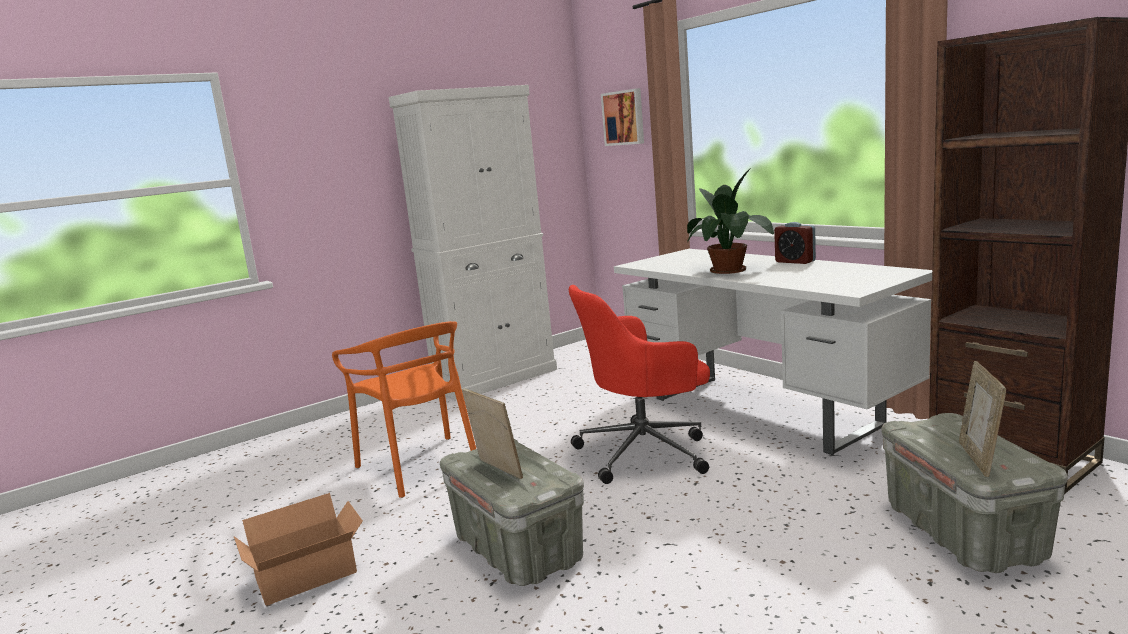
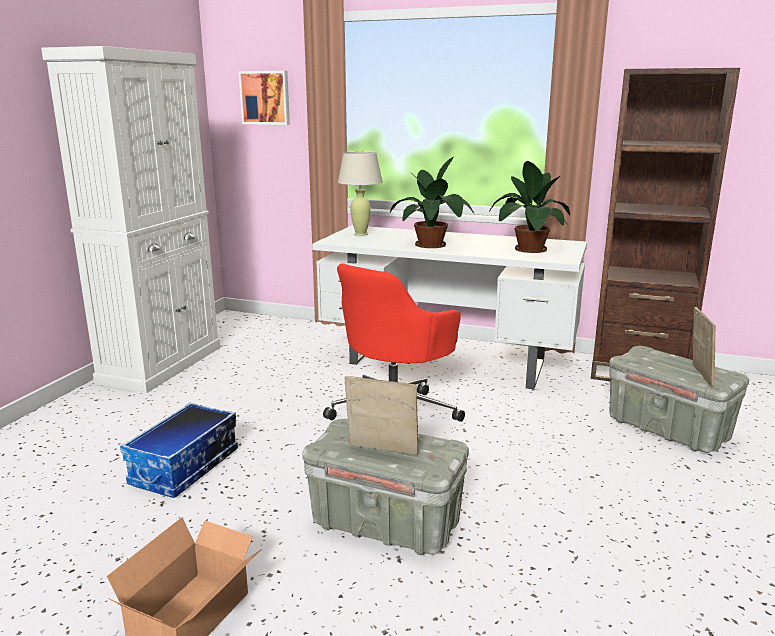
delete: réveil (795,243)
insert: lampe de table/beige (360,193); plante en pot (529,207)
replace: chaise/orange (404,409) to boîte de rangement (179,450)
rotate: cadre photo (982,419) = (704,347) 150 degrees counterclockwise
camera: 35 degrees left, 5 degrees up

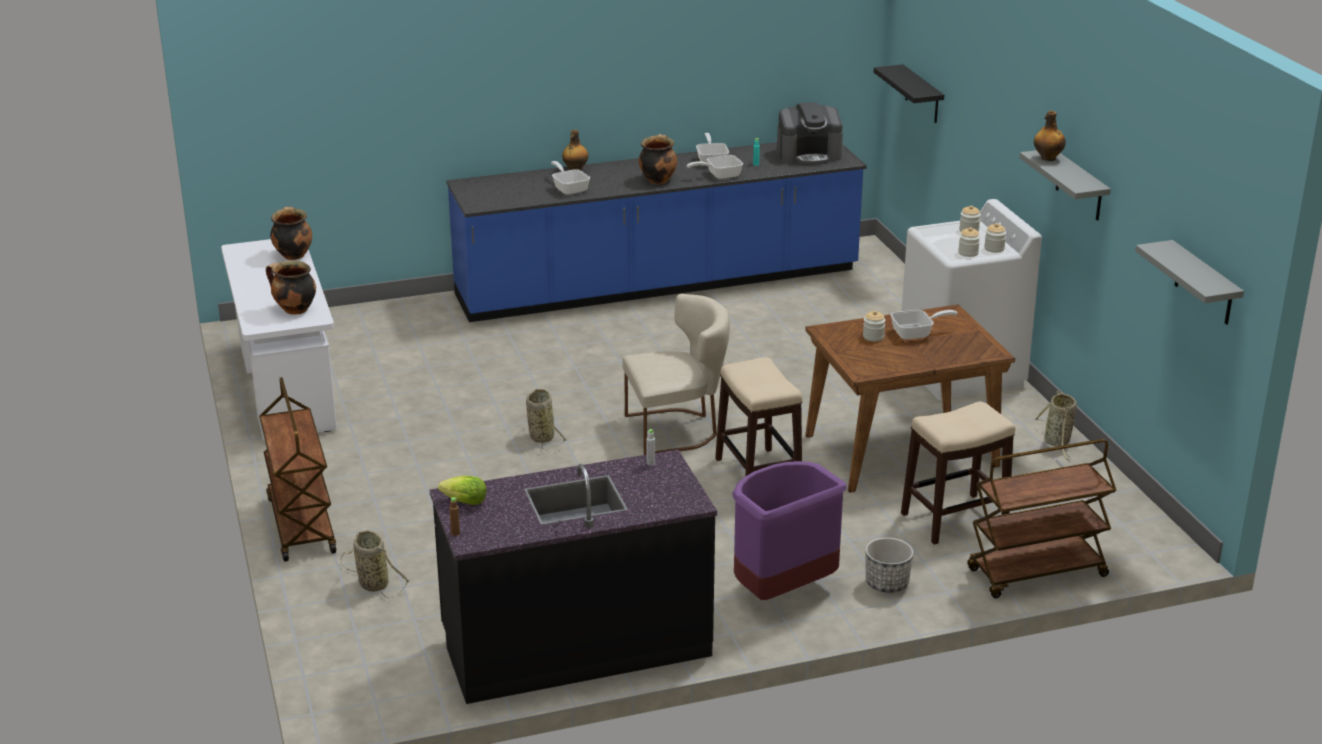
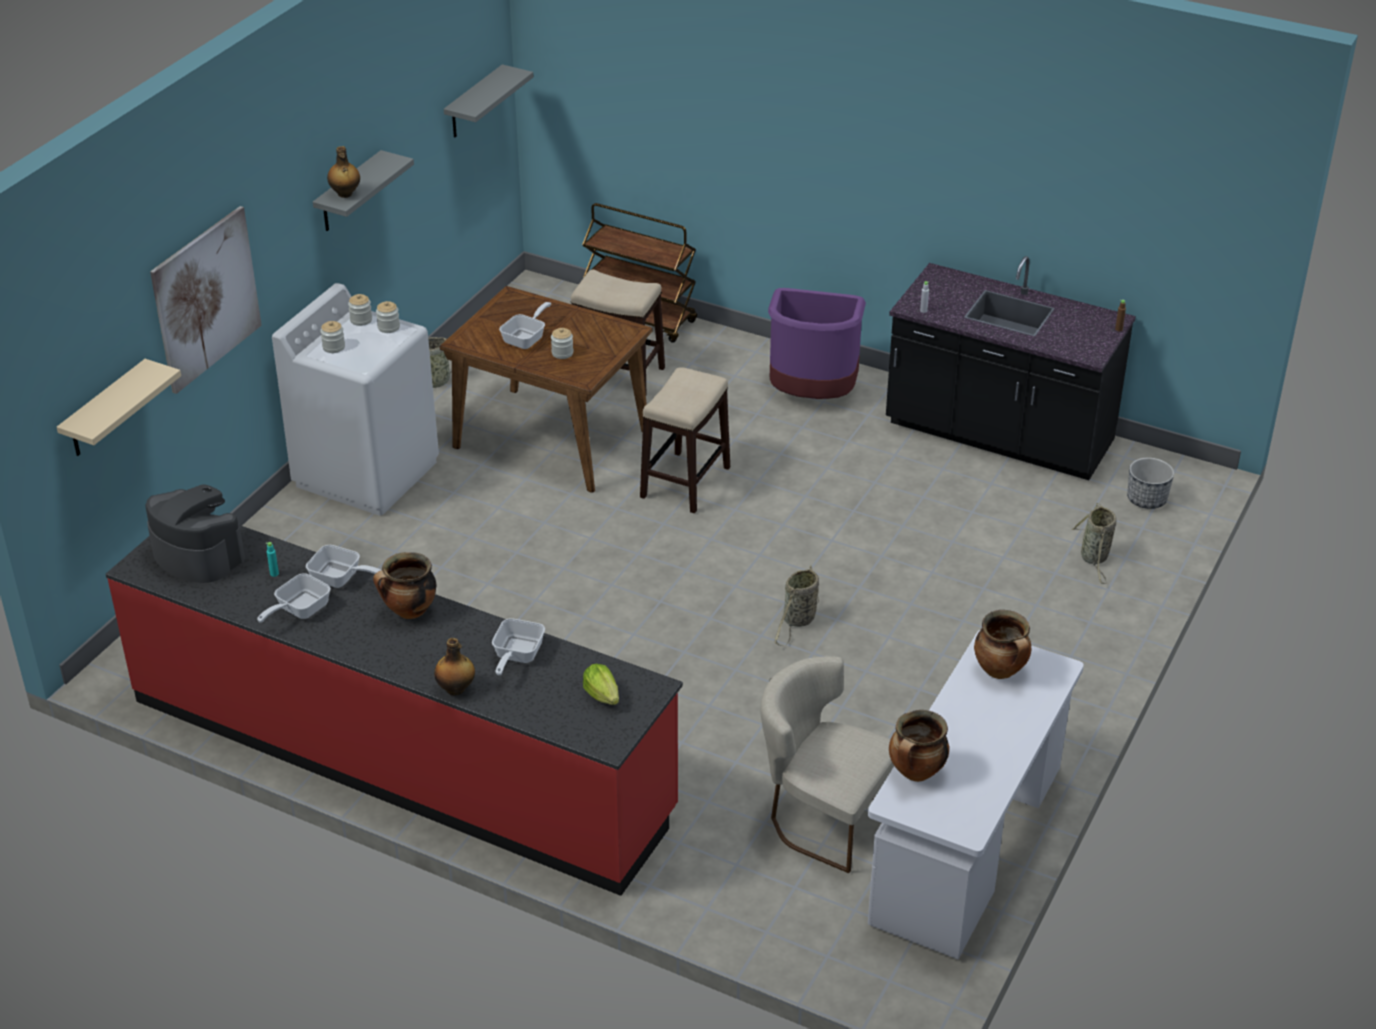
delete: chariot/marron (297,469)
insert: tableau (206,300)
move: chaise/beige (676,374) to (827,764); laitue (462,490) to (601,684); cache-pot (889,565) to (1150,483)
recolor: étagère/noir (909,93) to étagère/beige (119,407); comptoir de cuisine/bleu (656,232) to comptoir de cuisine/rouge (394,710)
rotate: poêle (924,325) = (525,325) 90 degrees clockwise
camera: 135 degrees left, 10 degrees up

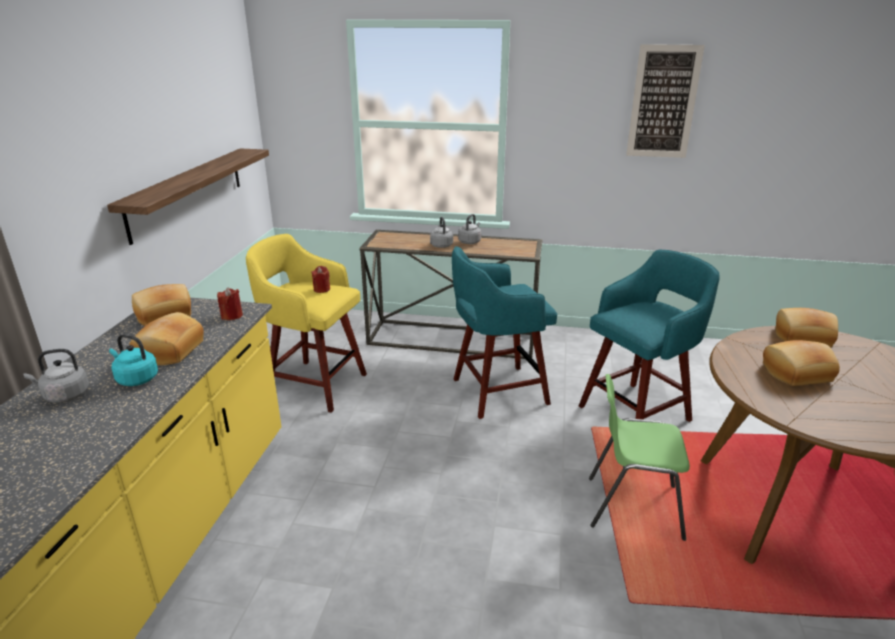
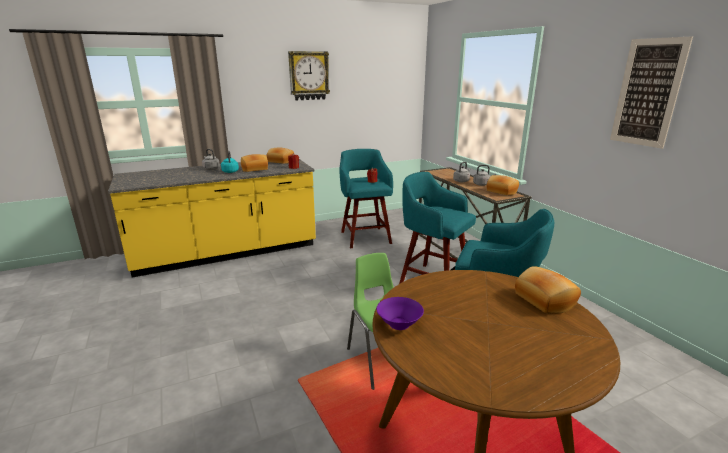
delete: étagère (188,197)
insert: horloge murale (309,75); bol/violet (400,313)
move: pain (801,363) to (502,185)
recolor: tabouret/jaune (306,323) to tabouret/turquoise (366,198)
camera: 55 degrees right, 5 degrees down

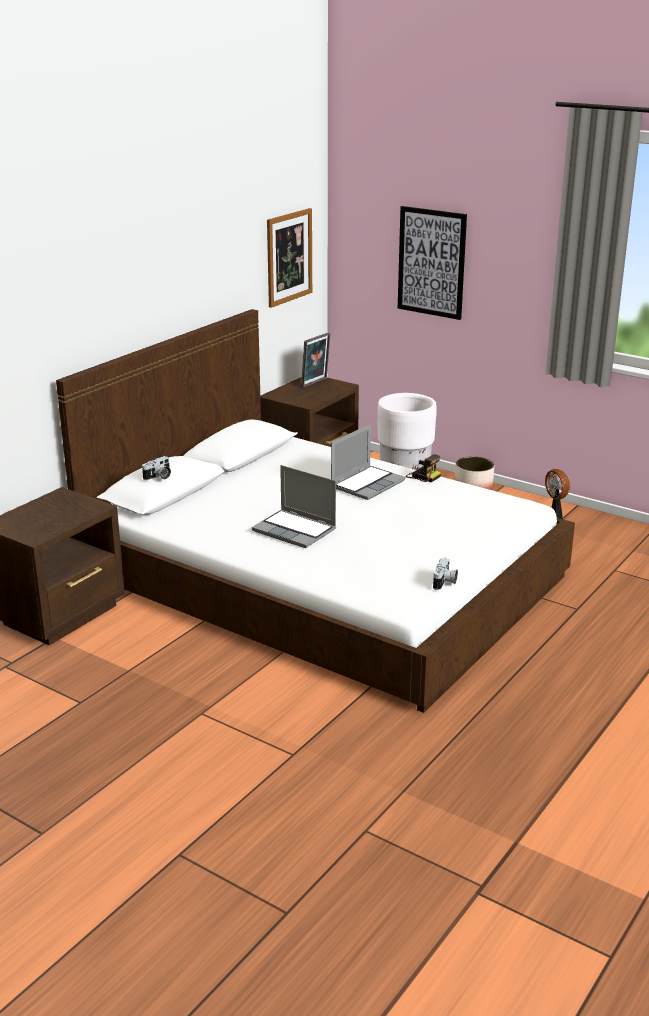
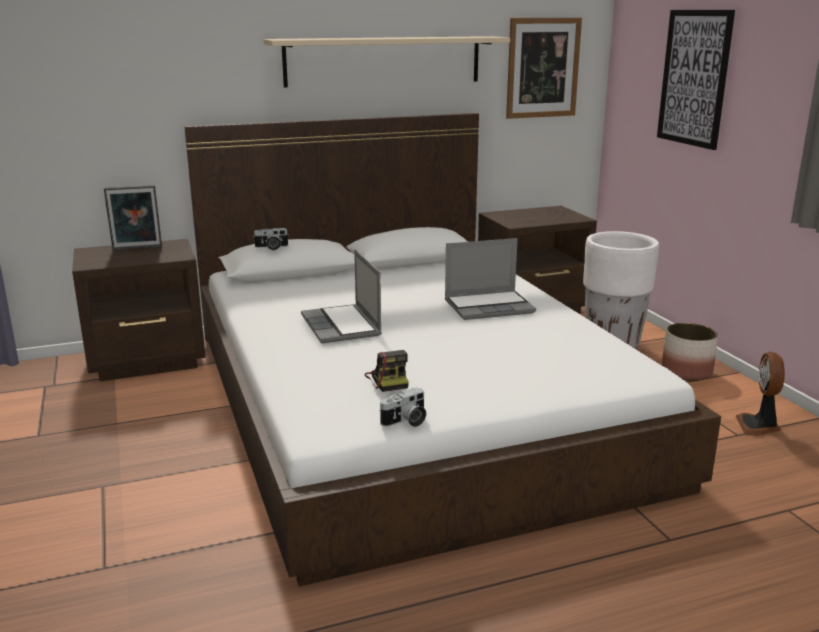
insert: étagère/beige (387,61)
move: cadre photo (315,360) to (133,217); appareil photo (423,468) to (387,371)
camera: 35 degrees right, 5 degrees down

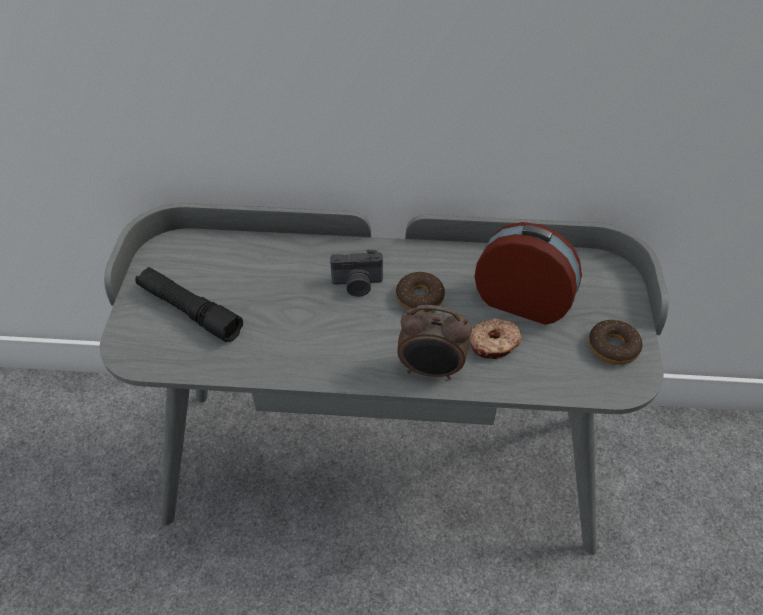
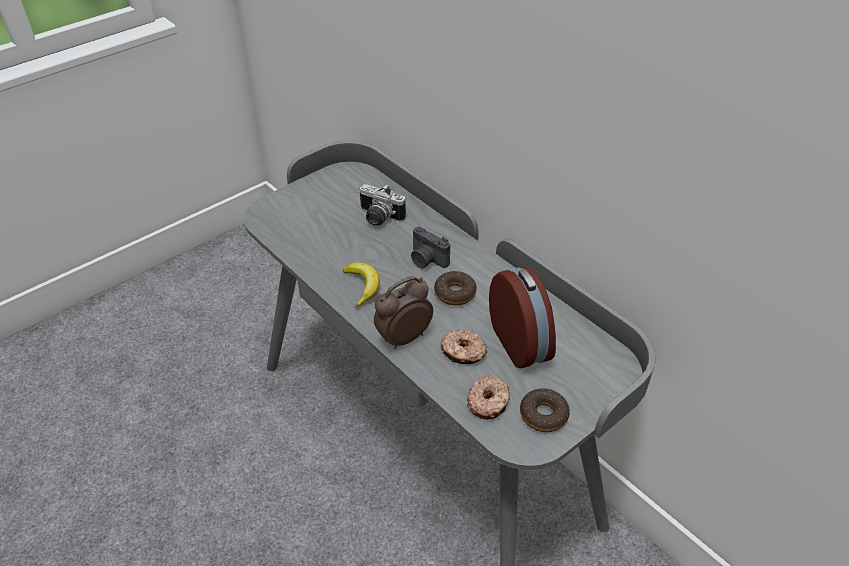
delete: lampe de poche/noir (189,304)
insert: appareil photo (382,205); banane (361,285); beignet (488,398)
rotate: réveil (434,342) = (403,312) 90 degrees clockwise
camera: 45 degrees right, 5 degrees down

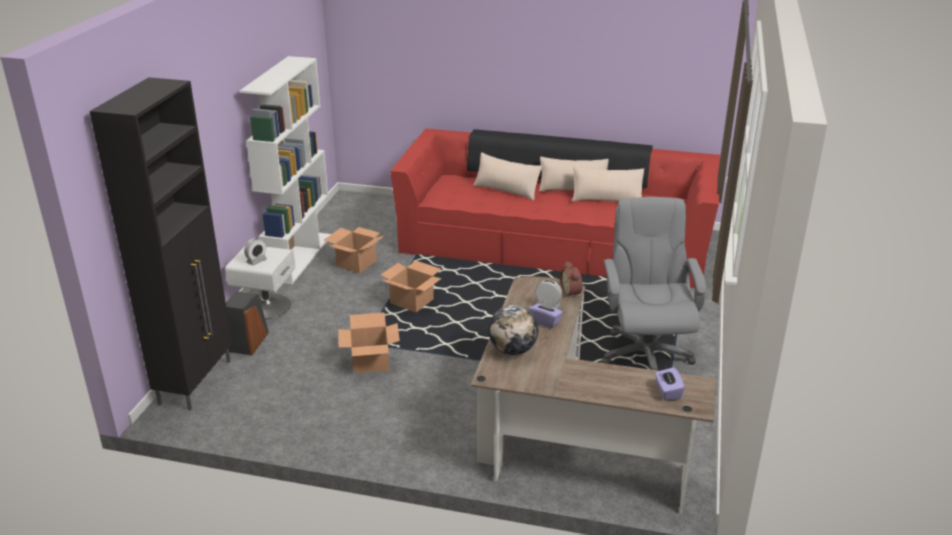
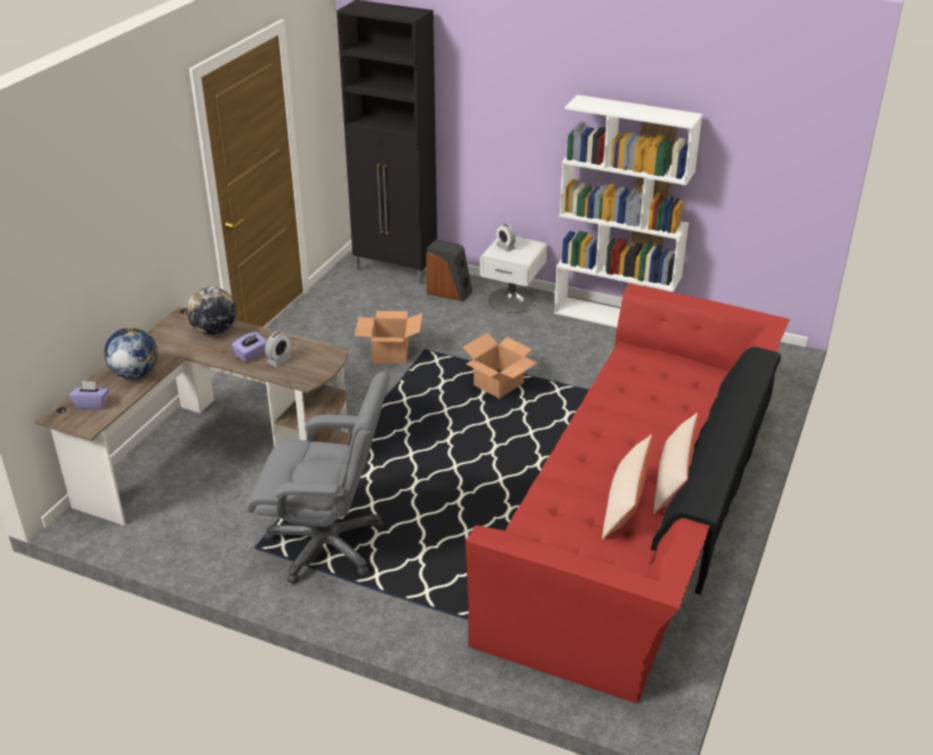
delete: coussin/beige (507,176); carton (354,250); réveil (571,279)
insert: globe (131,353)
camera: 100 degrees right, 5 degrees up

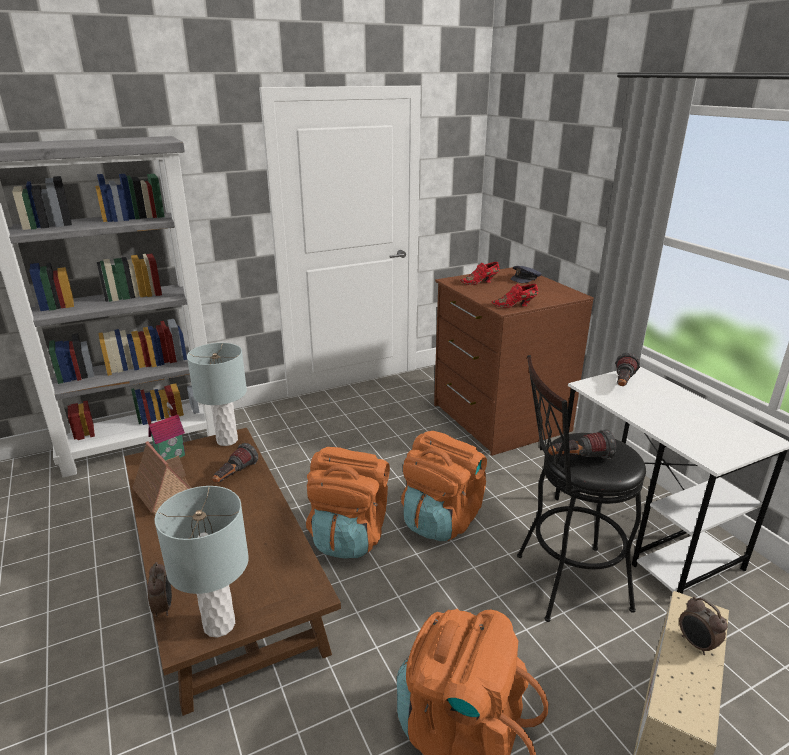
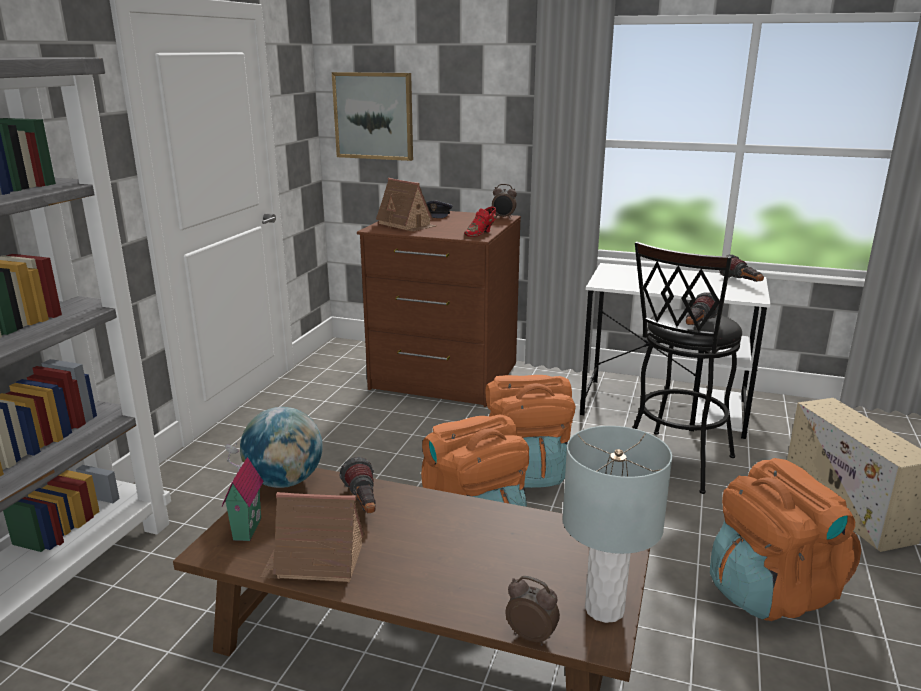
insert: tableau (372,116)
move: lampe de poche (627,369) to (741,268); réveil (703,625) to (504,201)
replace: chaussure/rouge (480,273) to maison miniature (406,205); lampe de table/gris (217,394) to globe (281,447)
camera: 45 degrees left, 5 degrees down

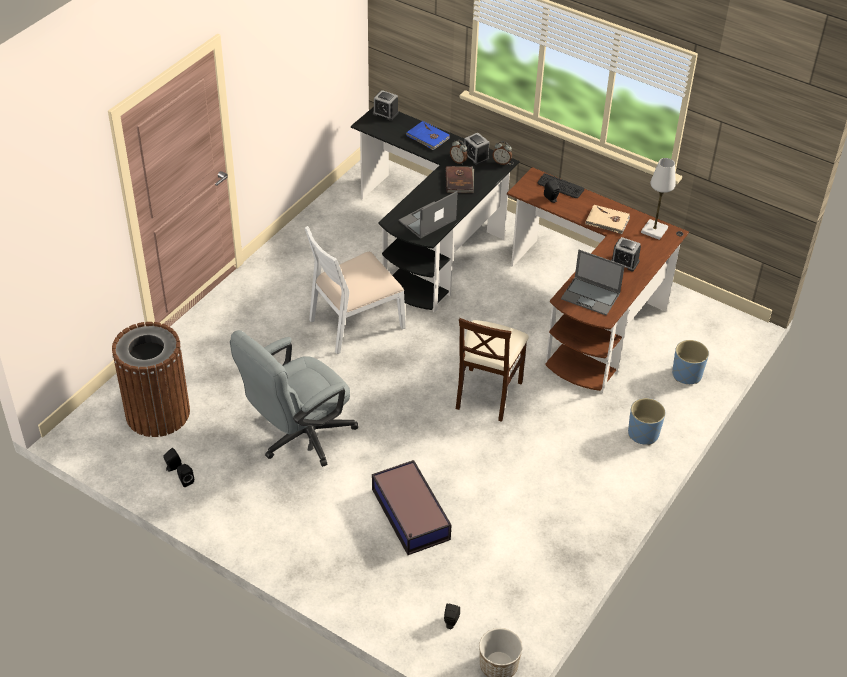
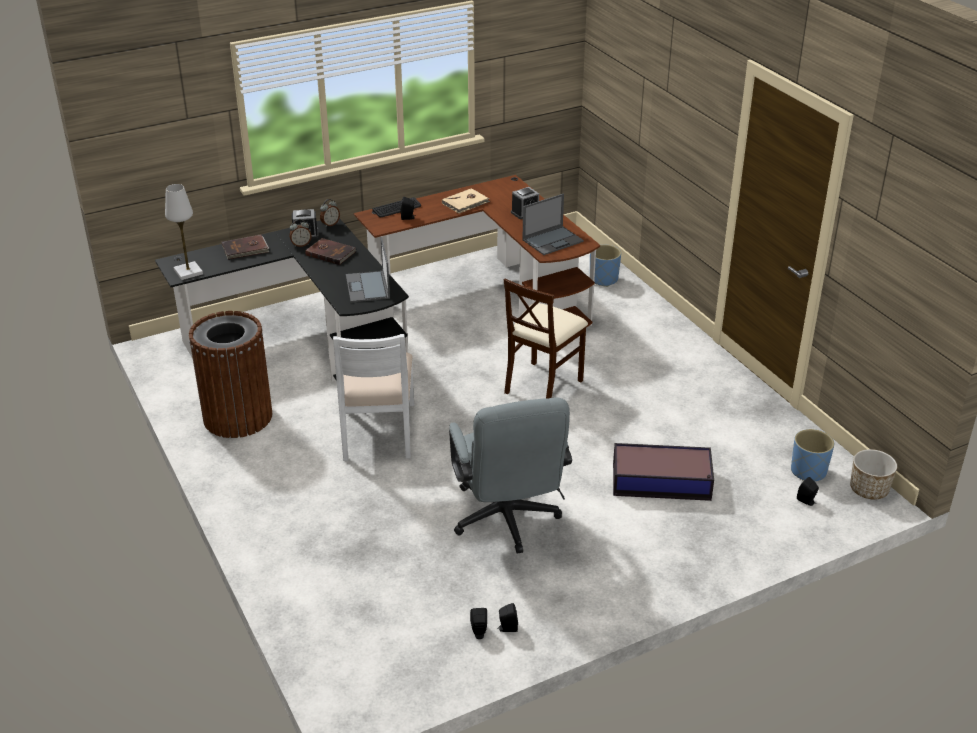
delete: réveil (386,105)
move: lampe de table/blanc (658,199) to (184,232); poubelle/marron (151,379) to (231,374); cache-pot/bleu (646,421) to (812,455)
recolor: livre/bleu (428,135) to livre/marron (245,247)
rotate: chaise/beige (492,370) = (546,338) 75 degrees clockwise
camera: 60 degrees left, 10 degrees down

